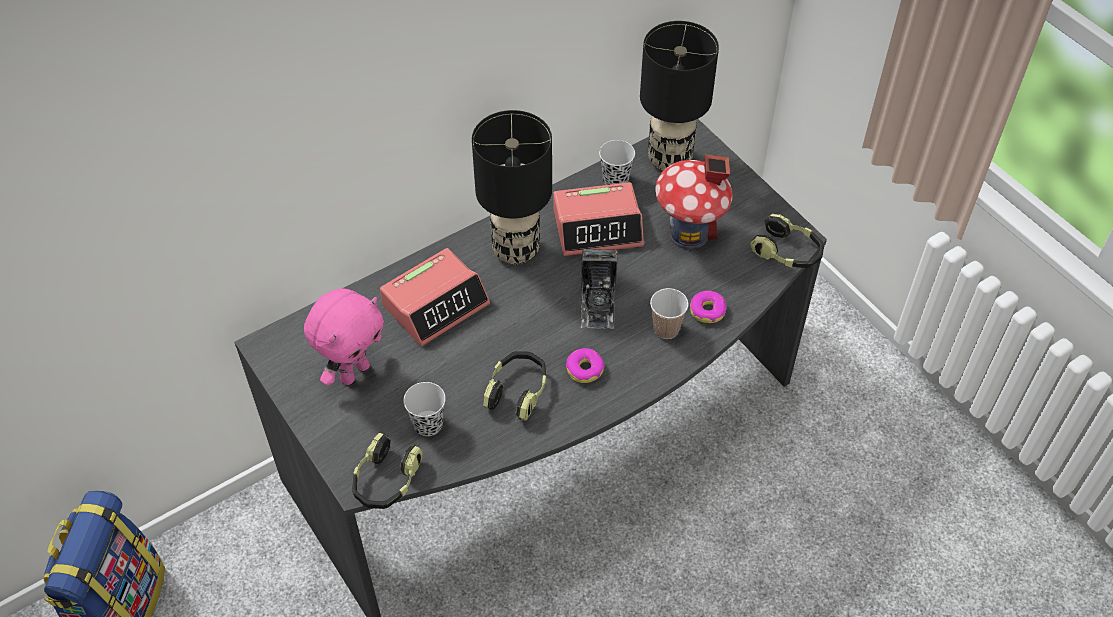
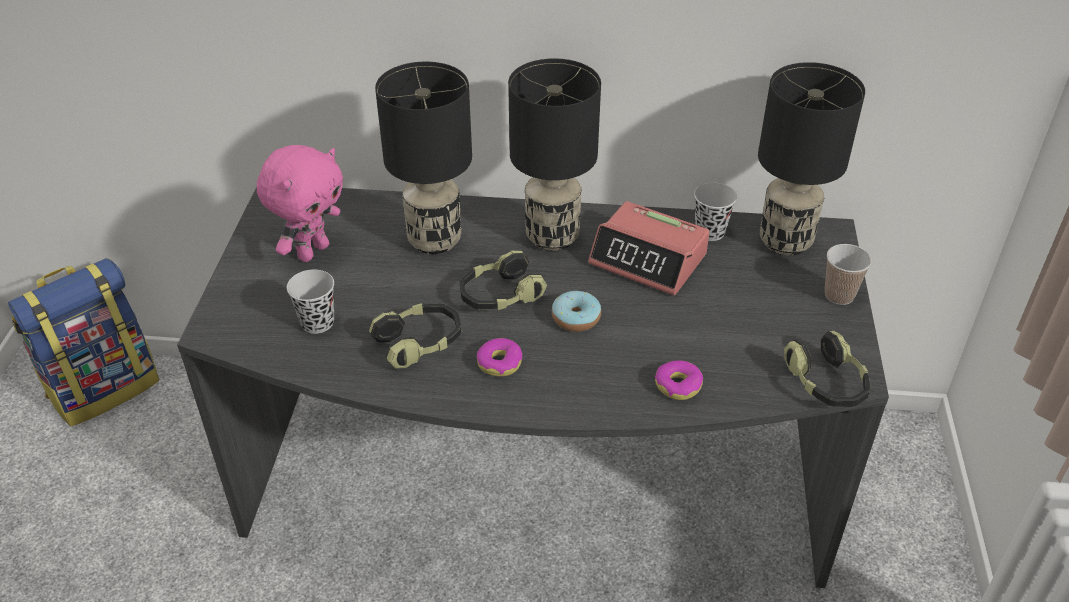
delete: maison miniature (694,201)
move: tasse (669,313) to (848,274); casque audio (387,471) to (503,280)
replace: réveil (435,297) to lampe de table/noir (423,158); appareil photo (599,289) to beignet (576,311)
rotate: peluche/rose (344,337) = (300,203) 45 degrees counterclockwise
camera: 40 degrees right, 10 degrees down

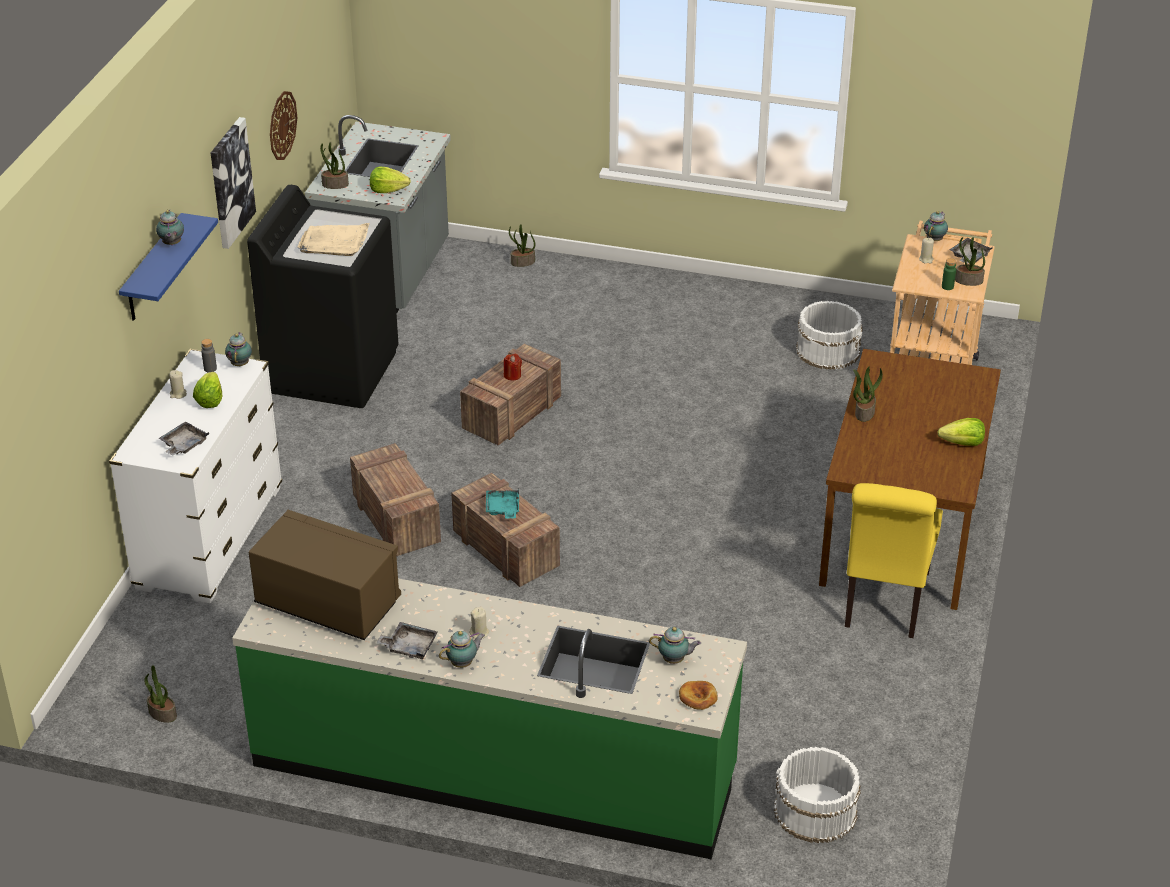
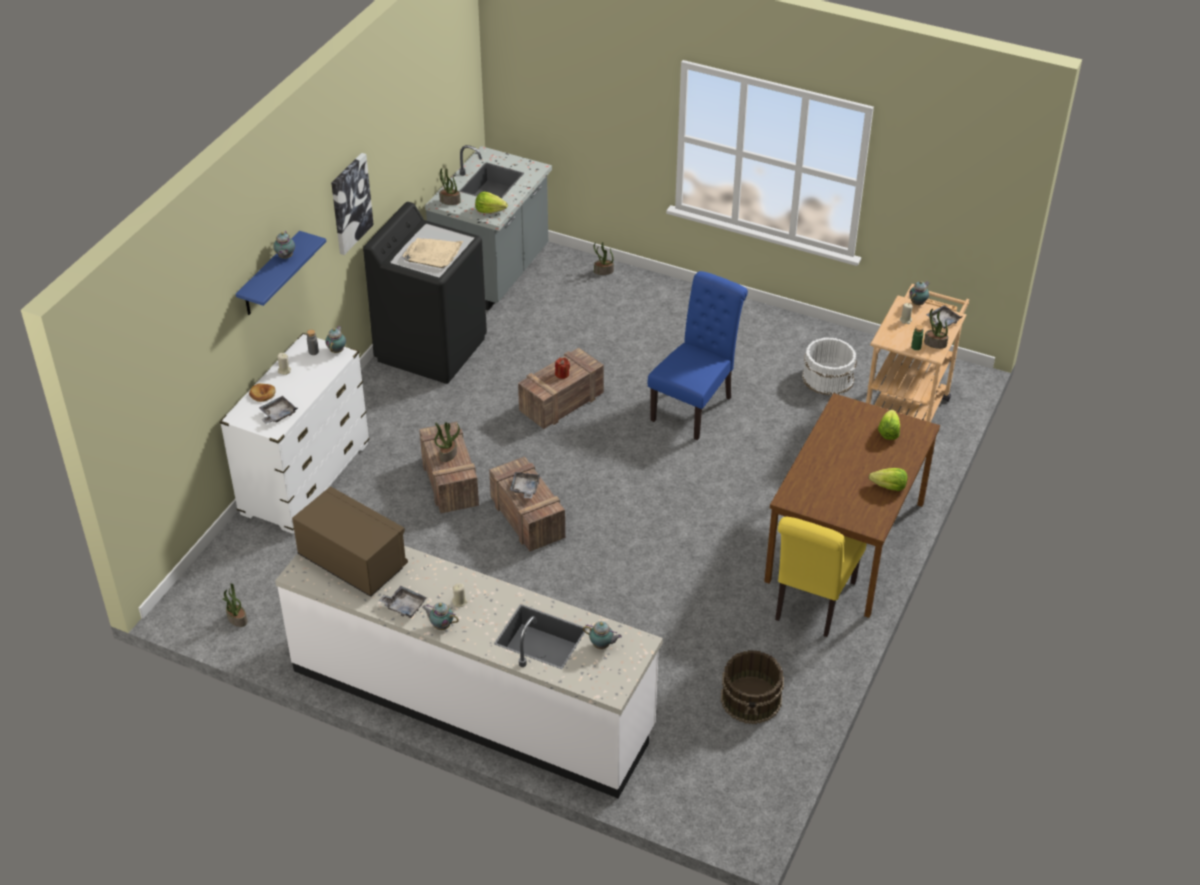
delete: horloge murale (283,125); seau/blanc (817,795)
insert: chaise/bleu (698,355); seau/marron (752,687)
move: plante en pot (868,394) to (447,442); laitue (207,390) to (889,425); pain (698,695) to (262,392)
recolor: plateau/turquoise (502,504) to plateau/gris (525,485); comptoir de cuisine/vert (489,718) to comptoir de cuisine/blanc (469,672)
rotate: théière (462,649) = (440,616) 135 degrees counterclockwise
camera: 10 degrees right, 5 degrees up

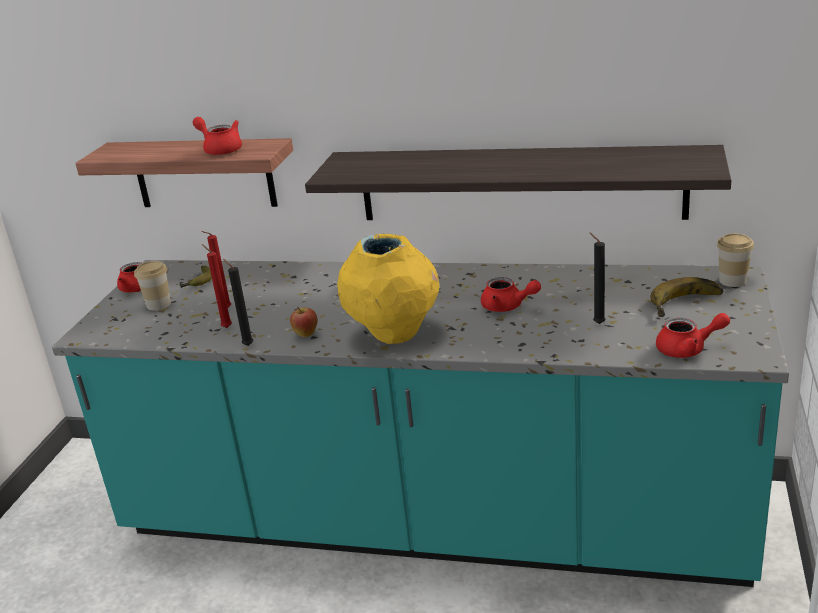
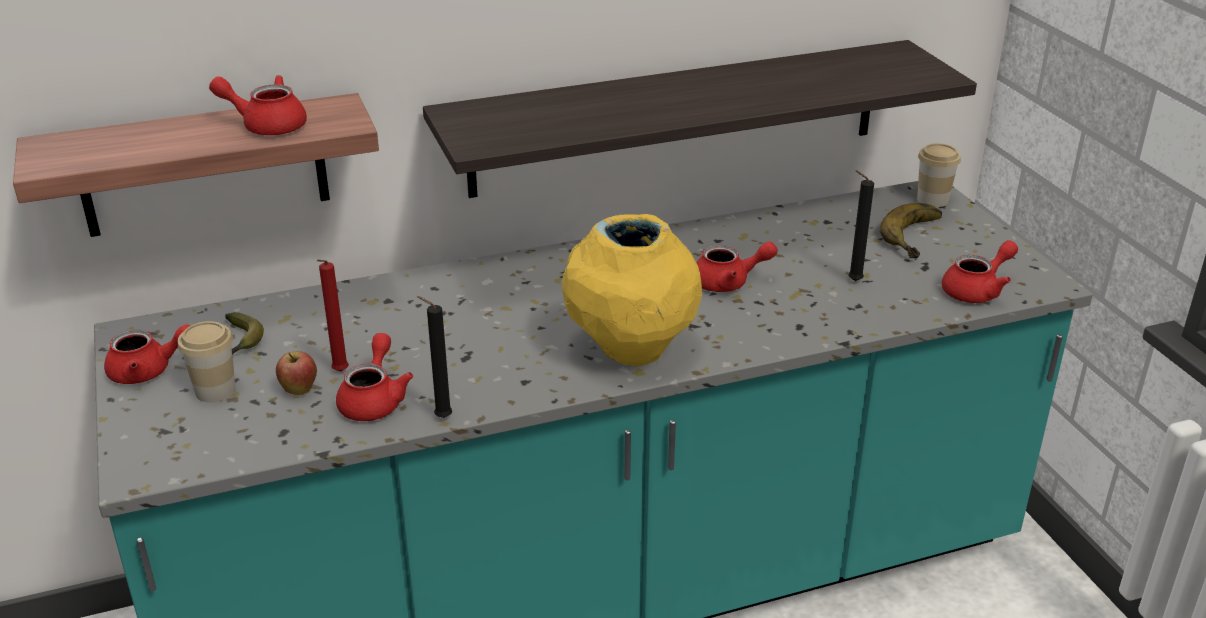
move: pomme (304,322) to (296,373)
replace: bougie/rouge (216,286) to théière/rouge (374,377)
camera: 35 degrees left, 5 degrees up

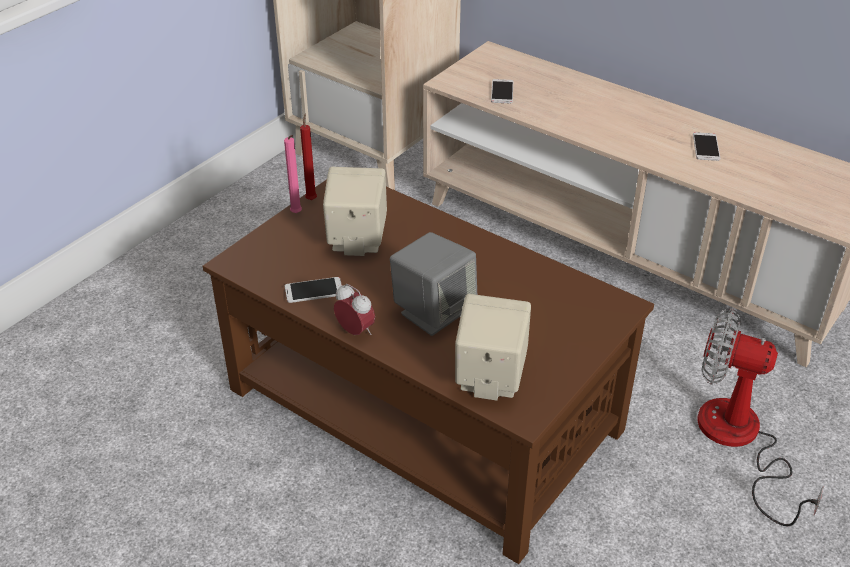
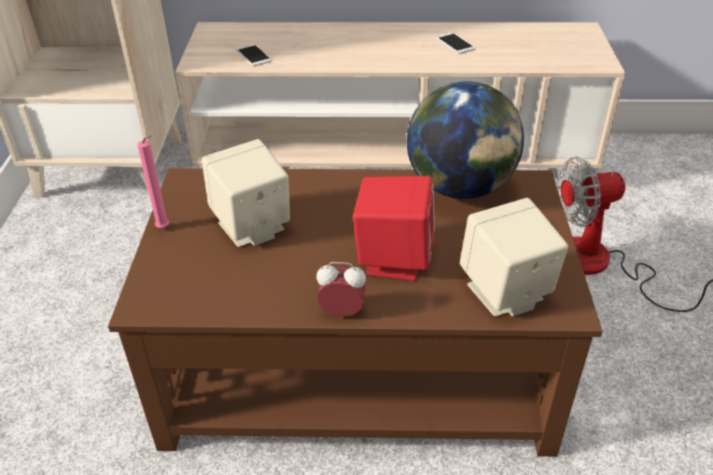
delete: bougie/rouge (308,156); téléphone (313,290)
insert: globe (465,140)
recolor: enceinte/gris (433,284) to enceinte/rouge (394,228)
camera: 35 degrees left, 0 degrees up

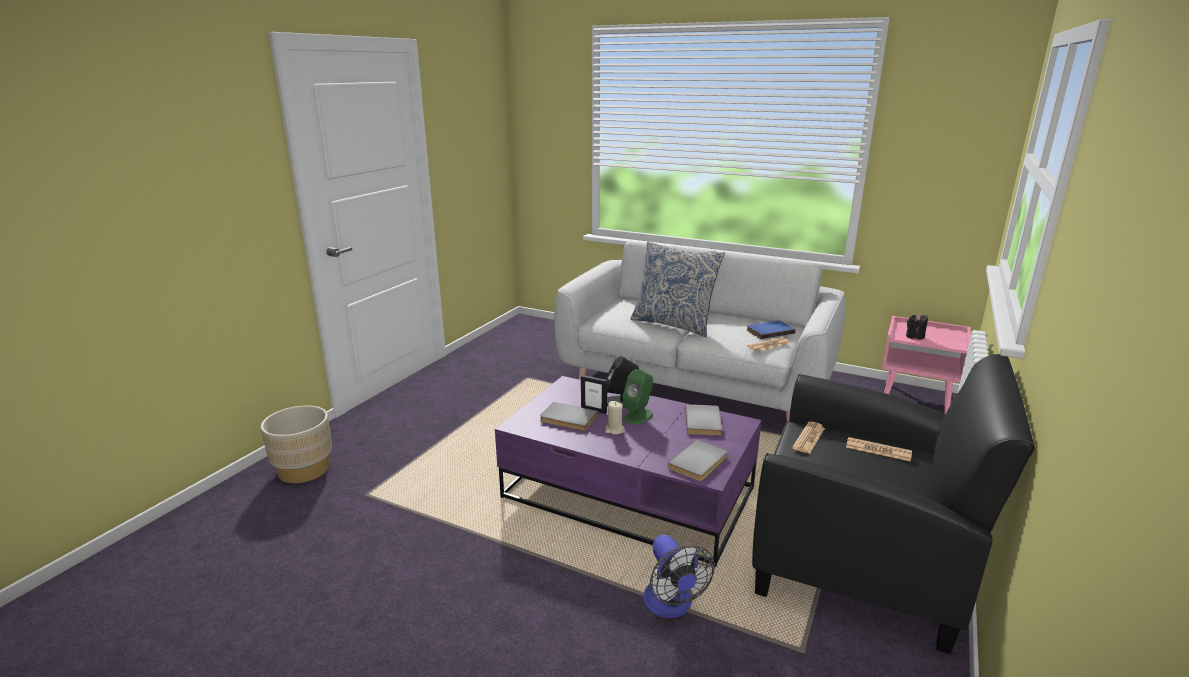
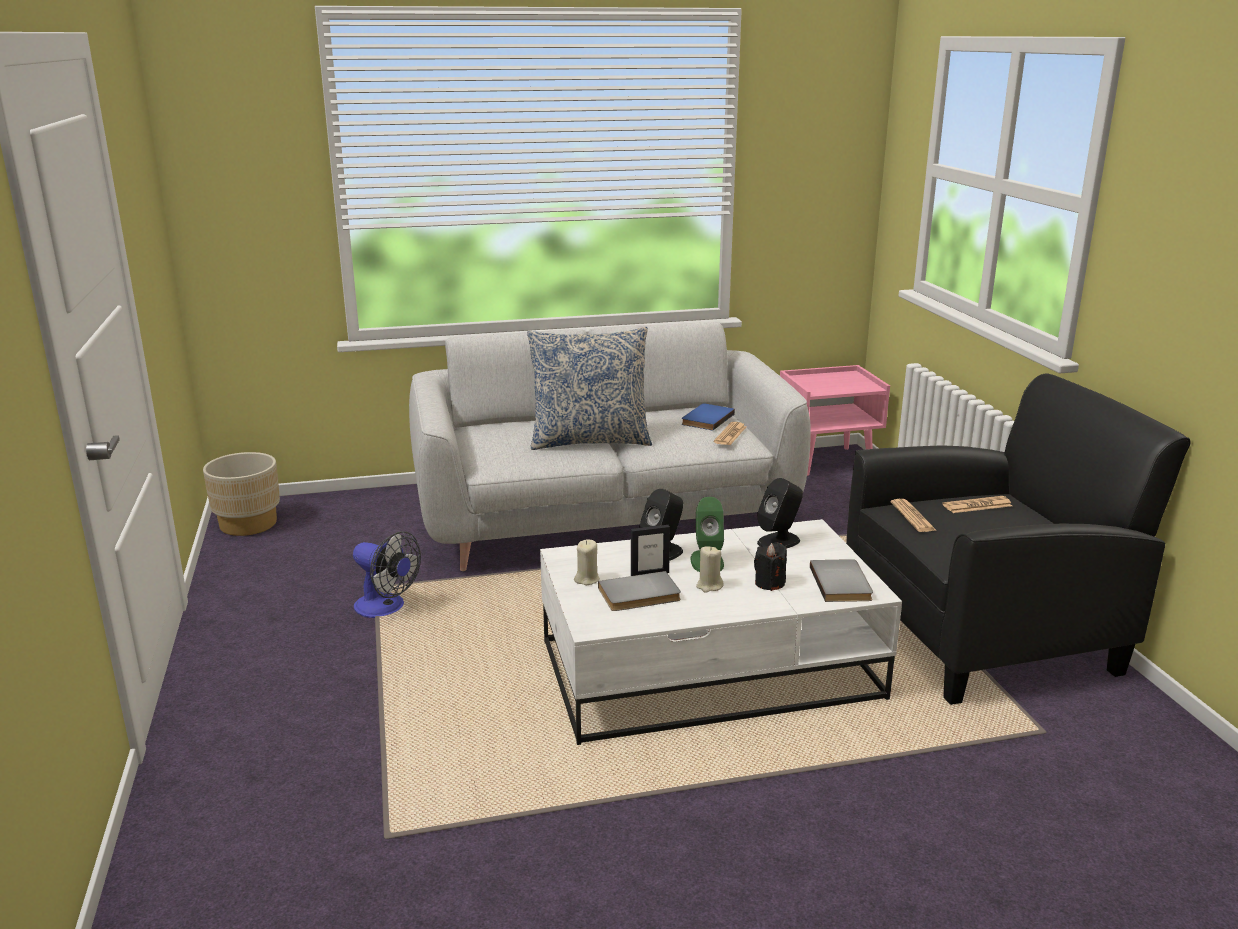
insert: bougie/beige (587,562)
move: bougie/noir (917,327) to (770,566); cache-pot/beige (296,444) to (241,494); ventilateur (679,576) to (387,574)
replace: livre/gris (704,420) to enceinte/noir (780,513)
recolor: table basse/violet (628,471) to table basse/blanc (721,632)
camera: 40 degrees left, 0 degrees up

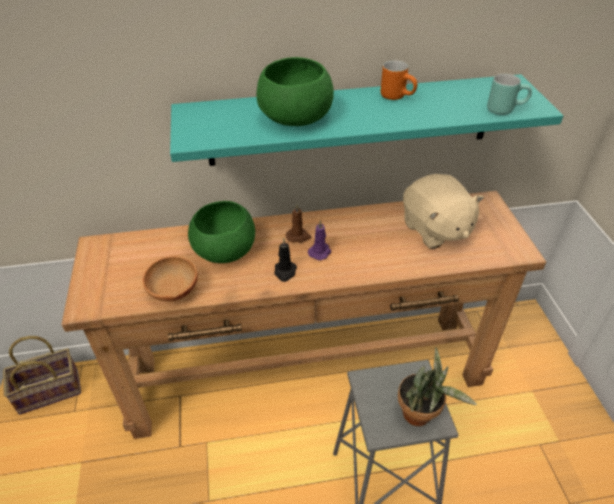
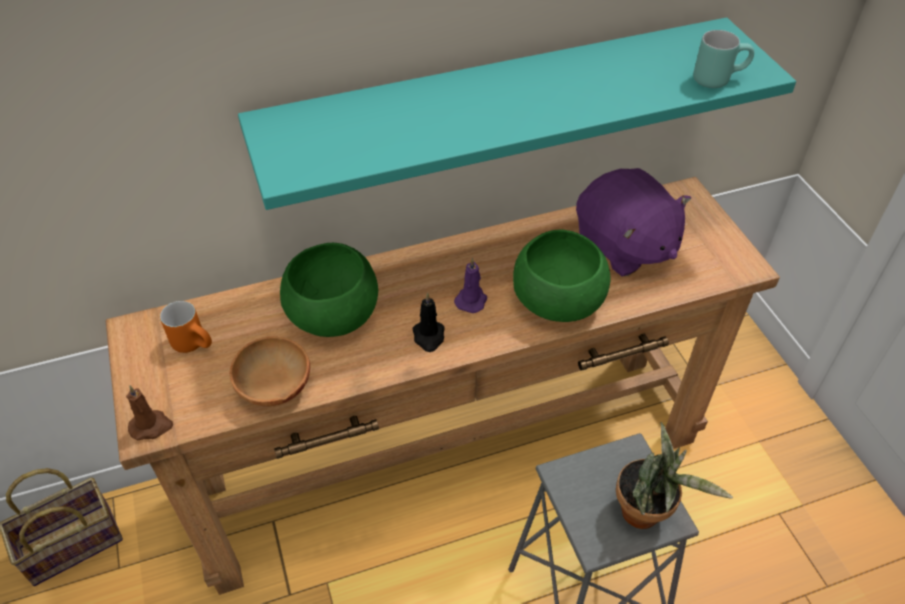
move: bol/vert (295,91) to (562,276); mug/orange (399,80) to (186,327); bougie/marron (298,224) to (149,413)
recolor: peluche/beige (443,211) to peluche/violet (633,222)
camera: 10 degrees left, 5 degrees up

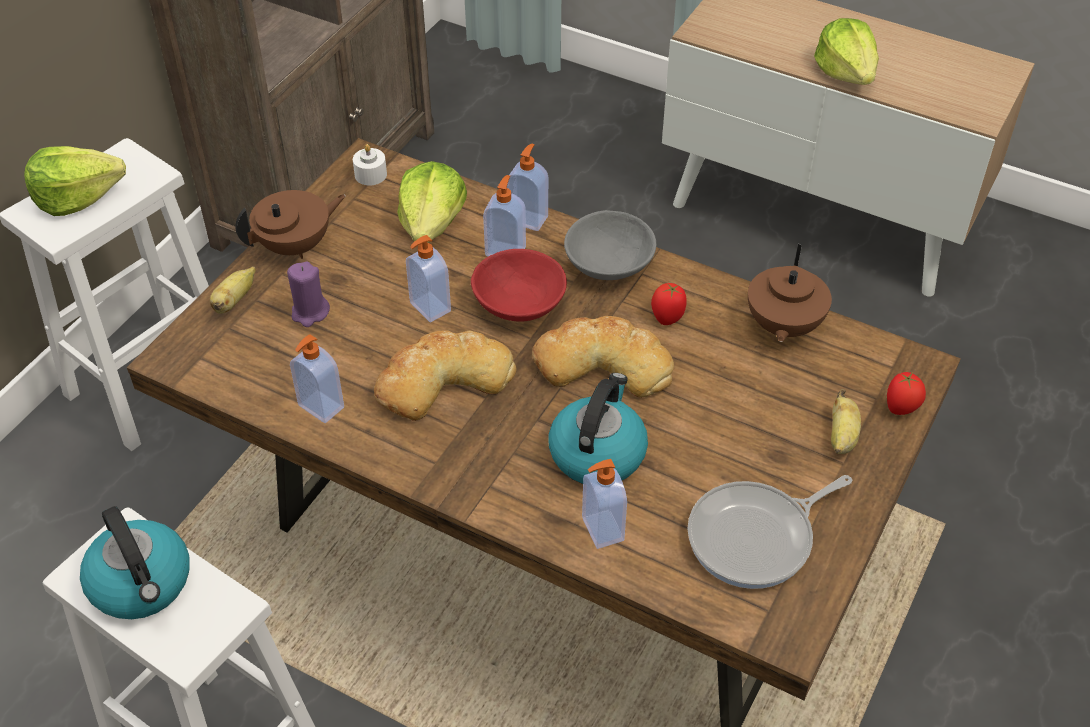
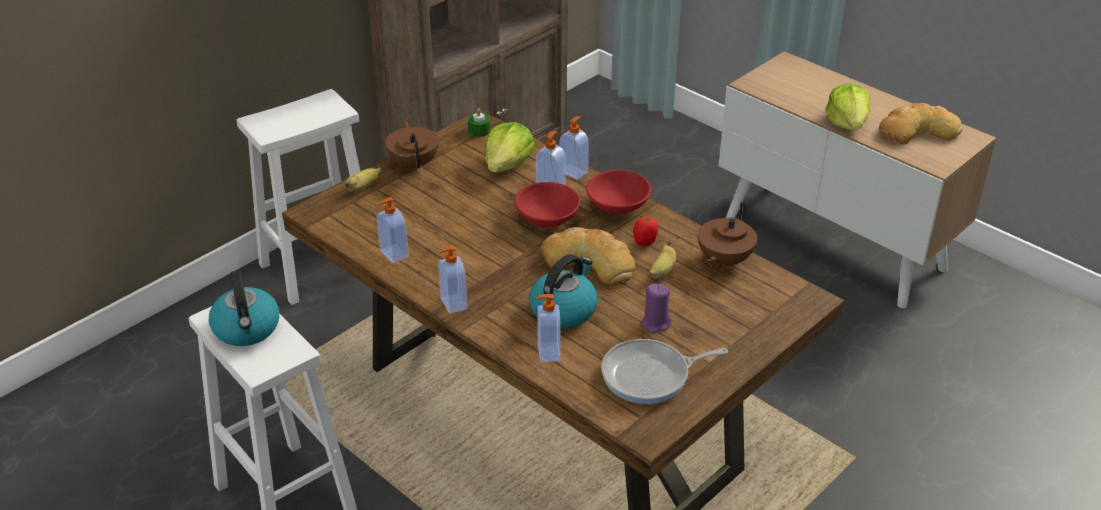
delete: laitue (75,181); tomate (906,393)
move: distributeur de savon (428,278) to (453,280); bougie/violet (308,294) to (656,308); pain (445,375) to (920,123); banane (846,421) to (663,260)
recolor: bougie/blanc (370,164) to bougie/vert (479,122); bol/gris (610,245) to bol/rouge (618,192)
rotate: théière/marron (290,224) = (412,145) 90 degrees counterclockwise
camera: 15 degrees right, 10 degrees down

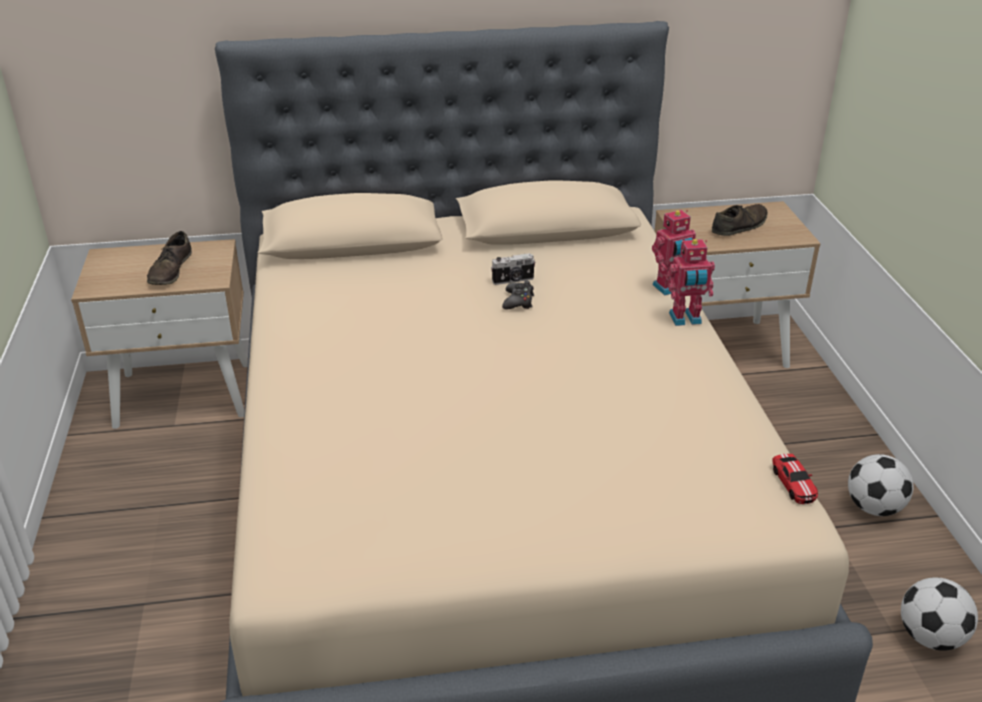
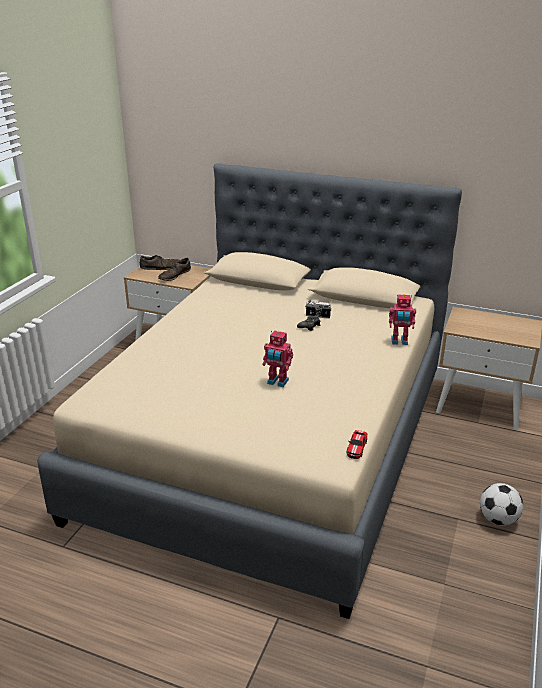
delete: ballon de foot (939,614)
move: chaussure/marron (740,220) to (160,262); robot jouet (691,282) to (277,358)
camera: 30 degrees right, 5 degrees down

